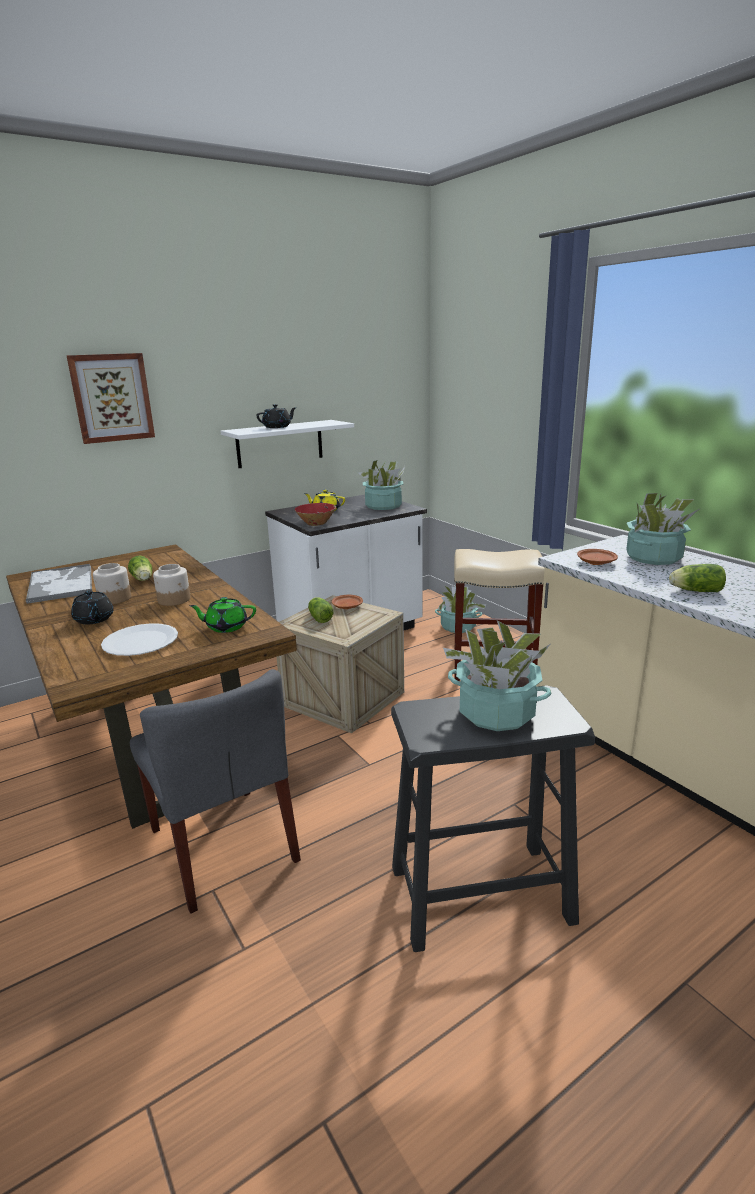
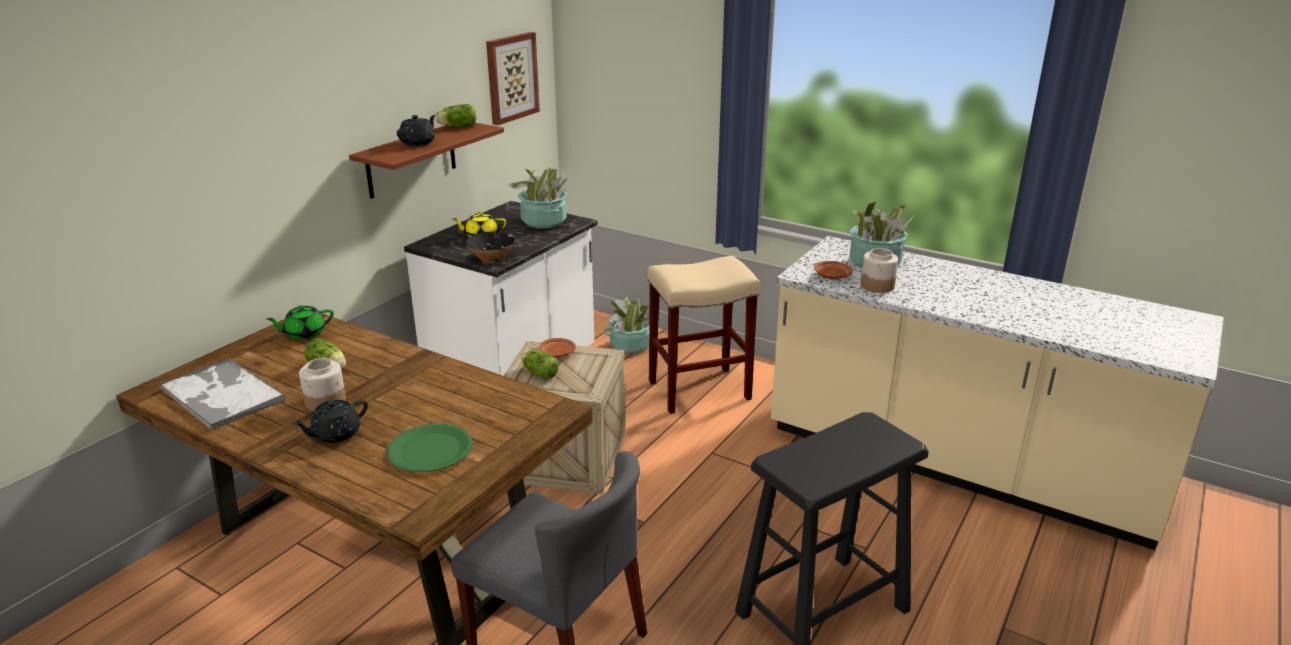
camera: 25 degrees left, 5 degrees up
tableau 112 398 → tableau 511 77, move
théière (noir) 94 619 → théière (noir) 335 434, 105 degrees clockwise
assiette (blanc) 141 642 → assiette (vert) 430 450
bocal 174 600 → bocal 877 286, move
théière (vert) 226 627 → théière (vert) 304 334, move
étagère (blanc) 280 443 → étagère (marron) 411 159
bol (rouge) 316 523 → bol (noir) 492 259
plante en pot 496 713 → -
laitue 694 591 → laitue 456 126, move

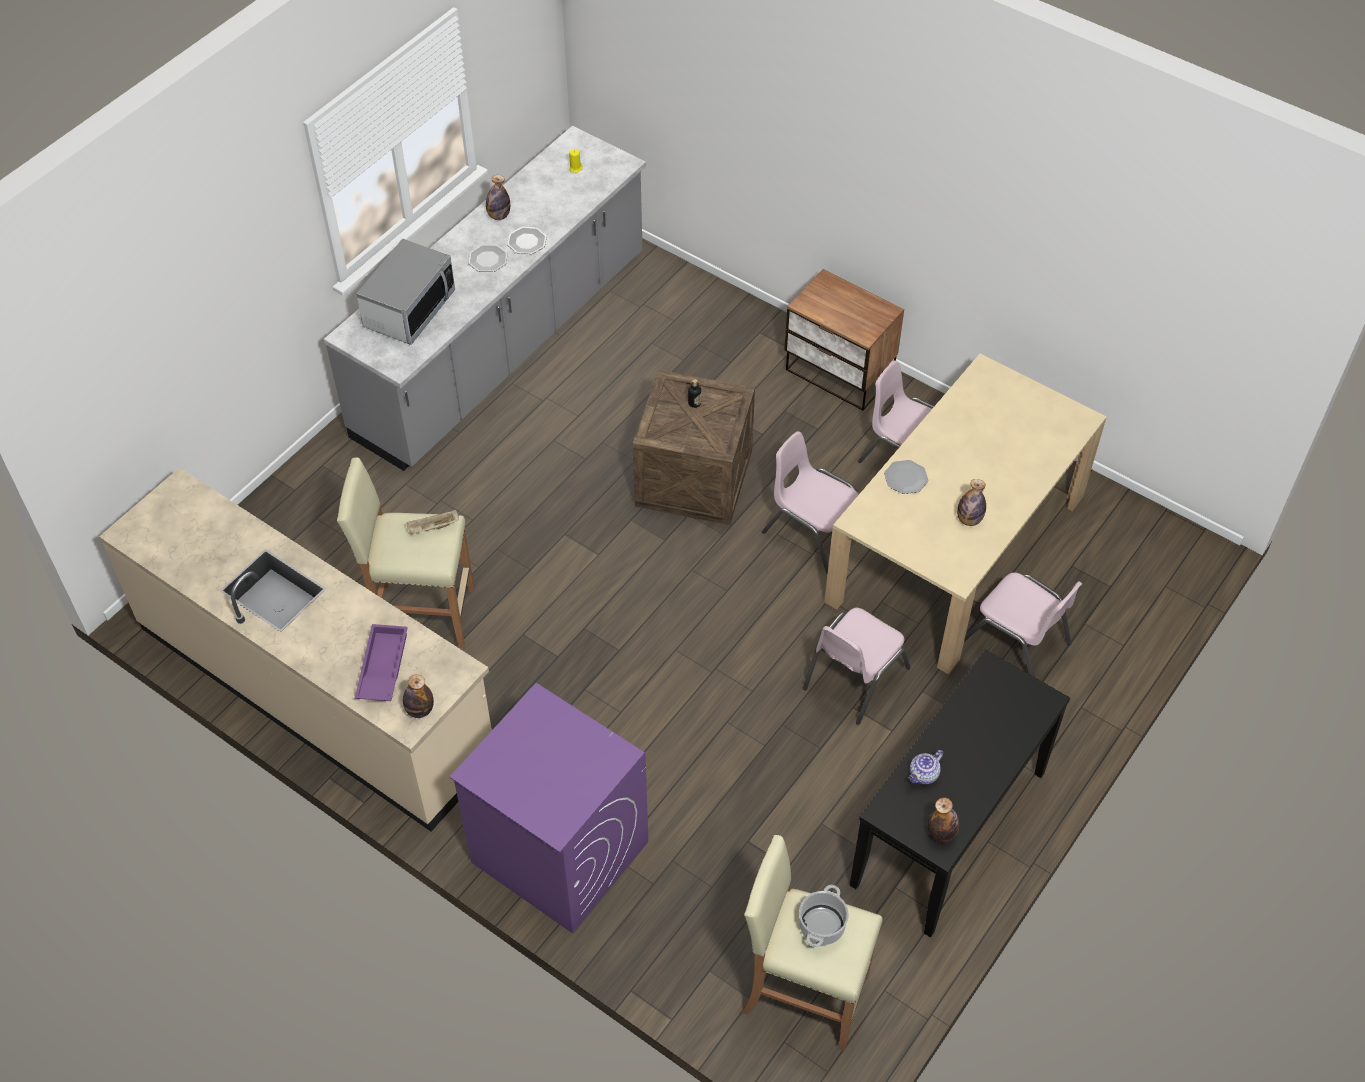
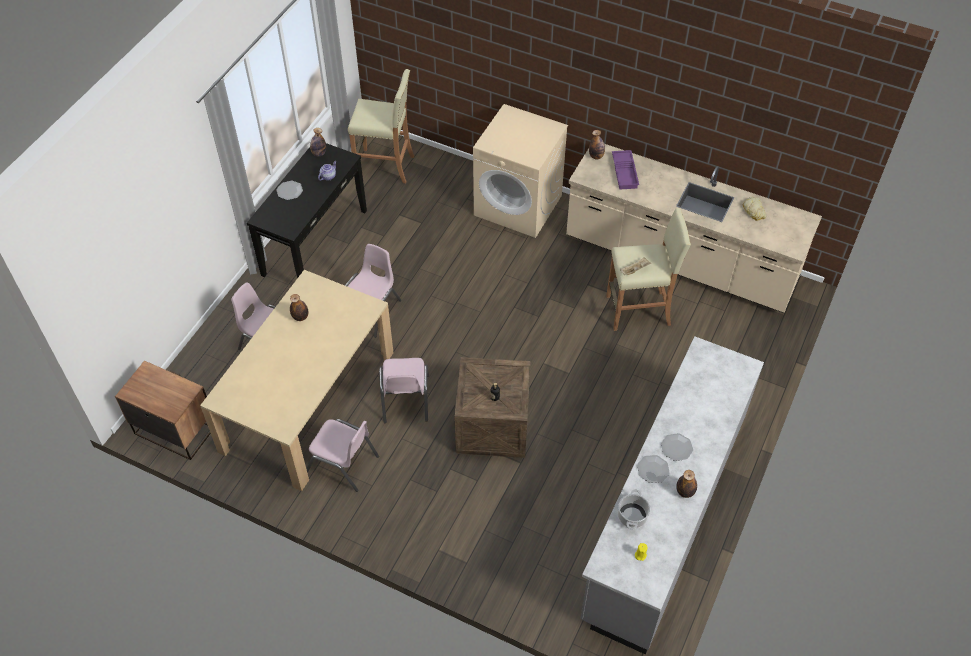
camera: 170 degrees right, 0 degrees up
micro-ondes 409 309 → -
lave-linge (violet) 558 852 → lave-linge (beige) 518 205
chaise (rose) 813 531 → chaise (rose) 405 399, 60 degrees clockwise
table de chevet 839 374 → table de chevet 174 429, move
marmite 821 925 → marmite 632 516, move
assiette 906 478 → assiette 289 191, move
- → pain 754 211

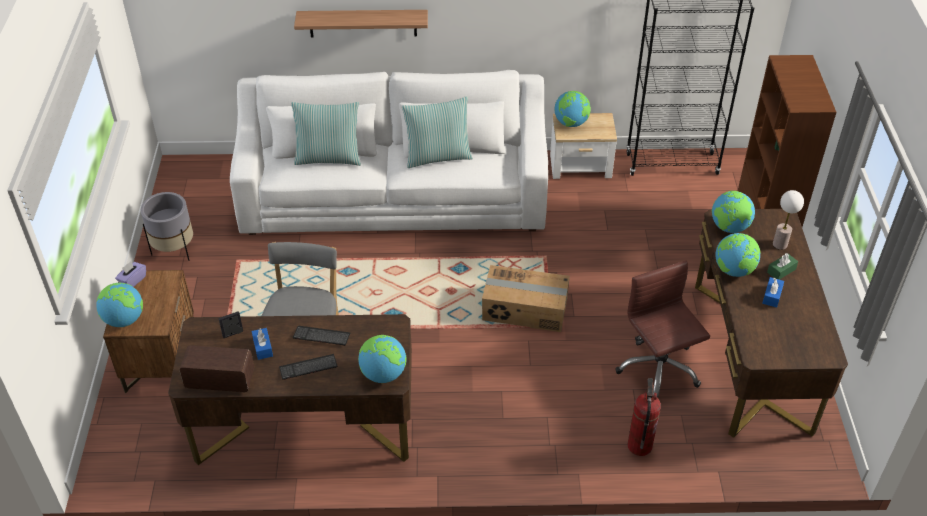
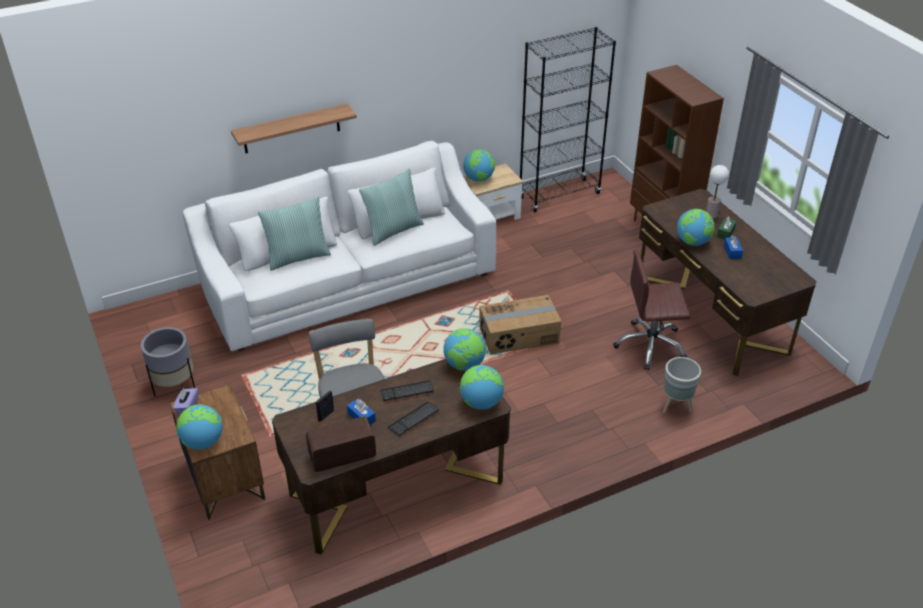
camera: 25 degrees left, 5 degrees down
chaise de bureau (marron) 658 369 → chaise de bureau (marron) 650 346, 45 degrees counterclockwise
extincteur 639 446 → cache-pot (gris) 675 406
globe 729 227 → globe 464 365, move

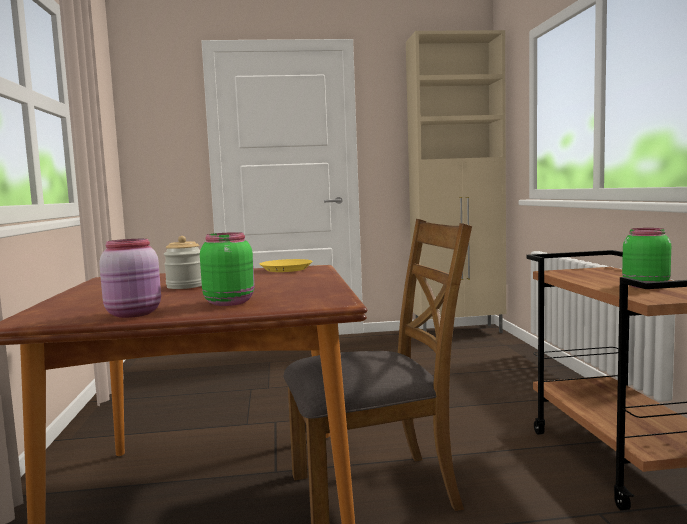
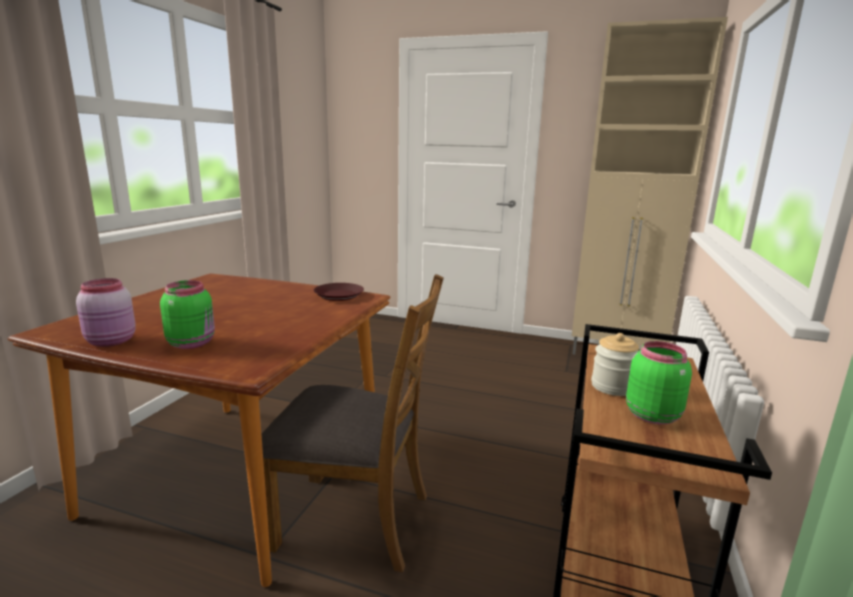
camera: 25 degrees right, 10 degrees up
bocal 185 286 → bocal 612 386, move
assiette (jaune) 287 269 → assiette (marron) 339 295

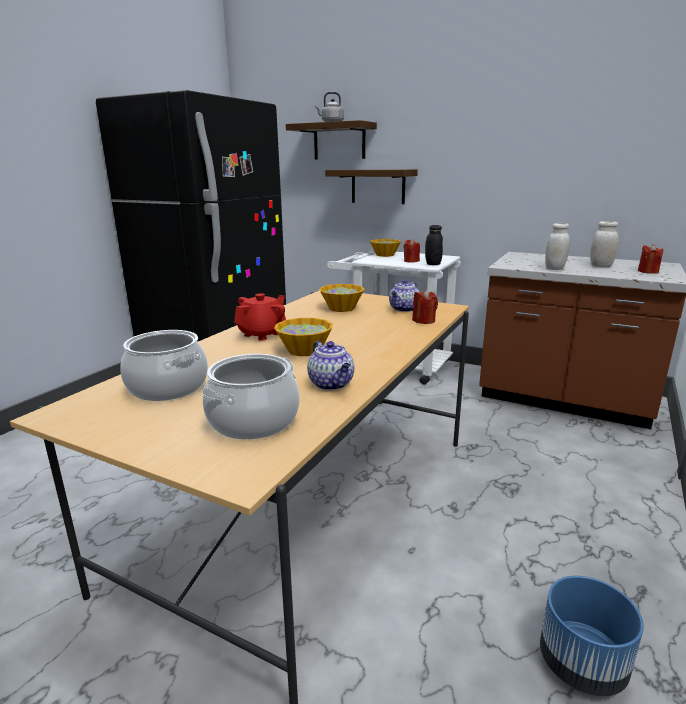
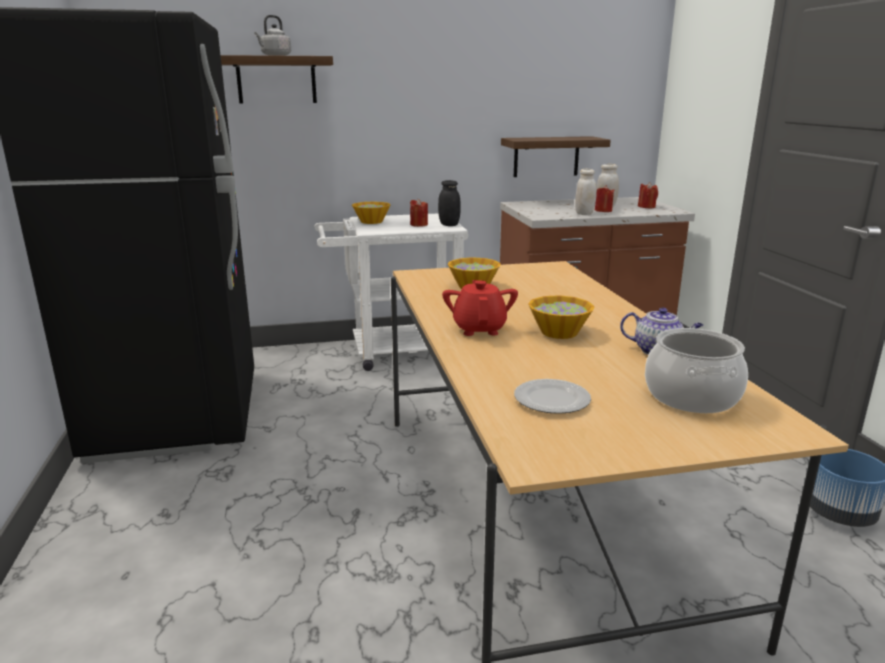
camera: 40 degrees left, 0 degrees up
marmite 167 387 → assiette 551 400
étagère 378 186 → étagère 546 156, move
théière 404 309 → -
bougie (rouge) 424 320 → bougie (rouge) 603 210, move

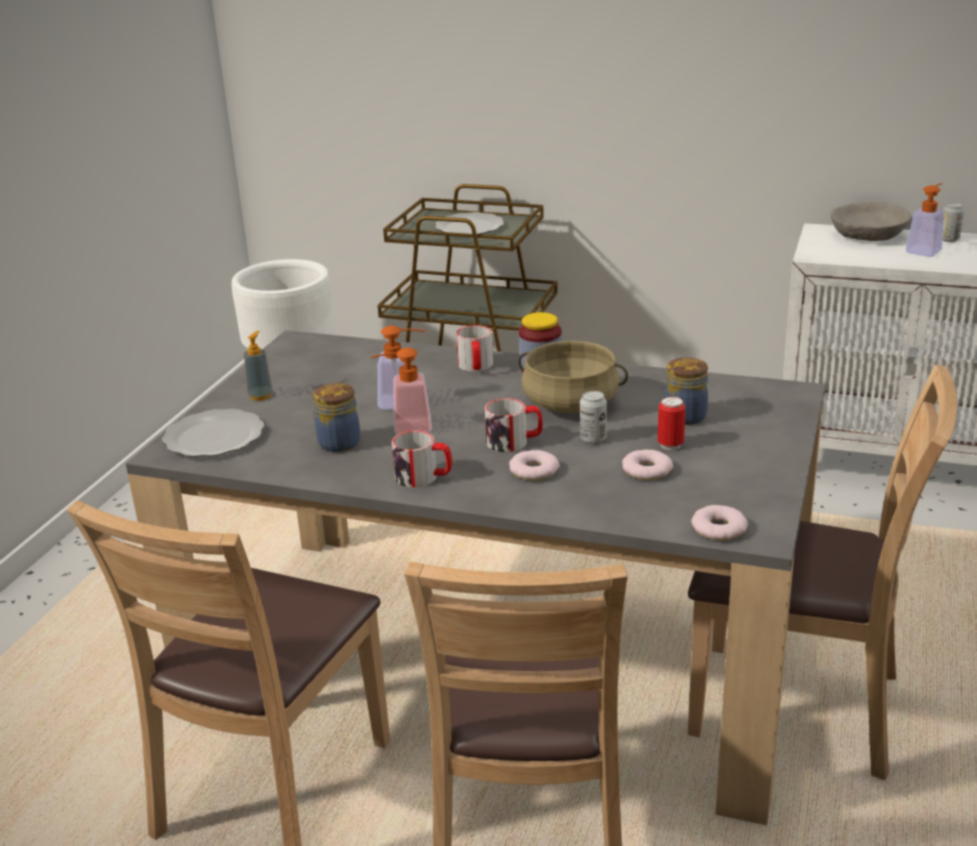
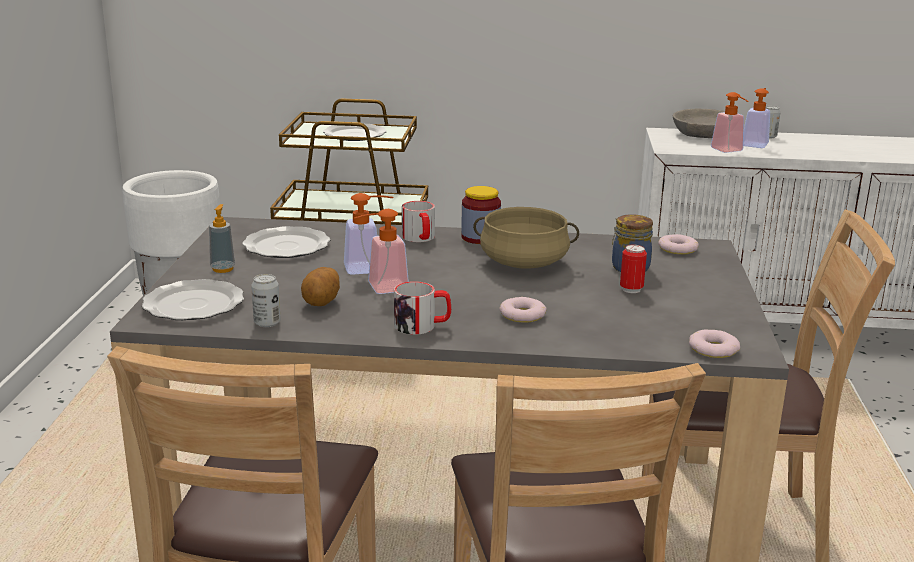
camera: 15 degrees left, 5 degrees down
bocal 337 442 → pomme de terre 322 302
mug 514 442 → -
boîte métallique 593 438 → boîte métallique 267 323, move
beignet 646 470 → beignet 677 249, move
- → assiette 287 246
- → distributeur de savon 729 151

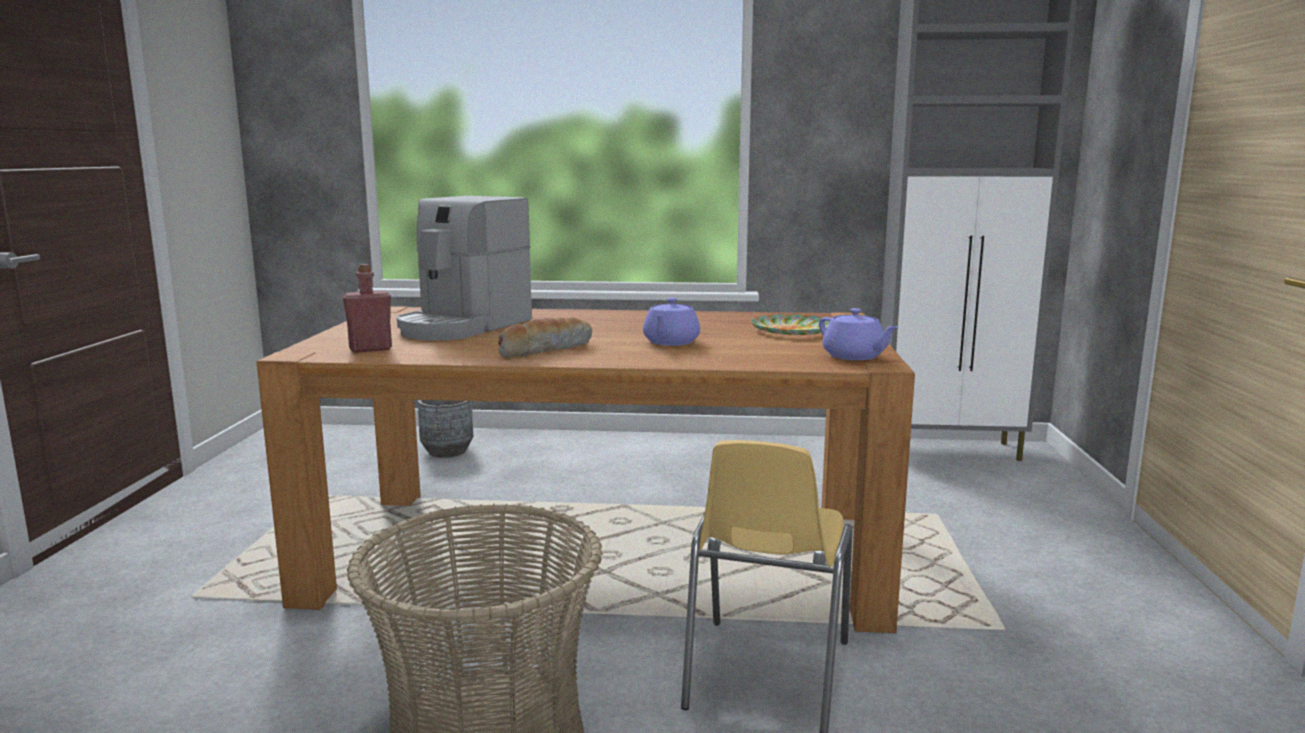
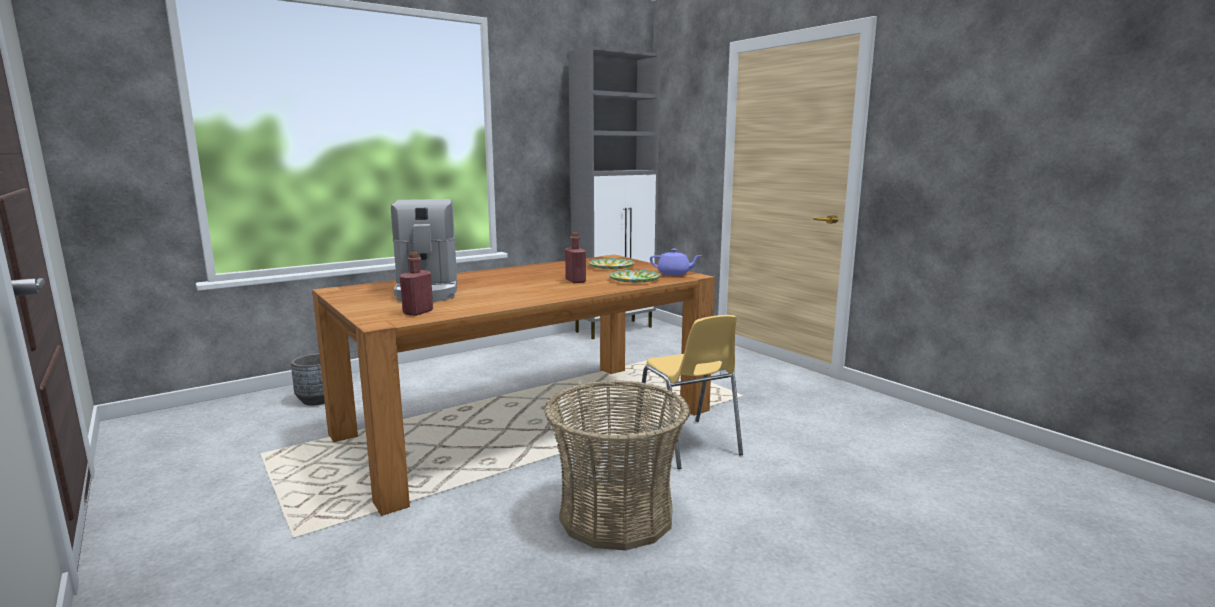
camera: 40 degrees left, 0 degrees up
pain 545 350 → -
théière (violet) 670 342 → bouteille (rouge) 575 281
- → assiette 635 279

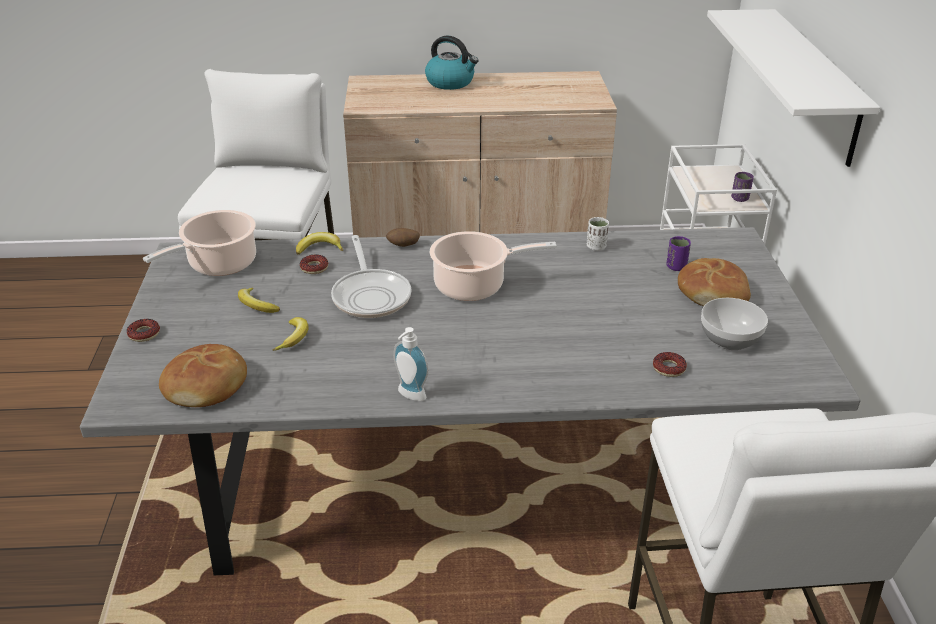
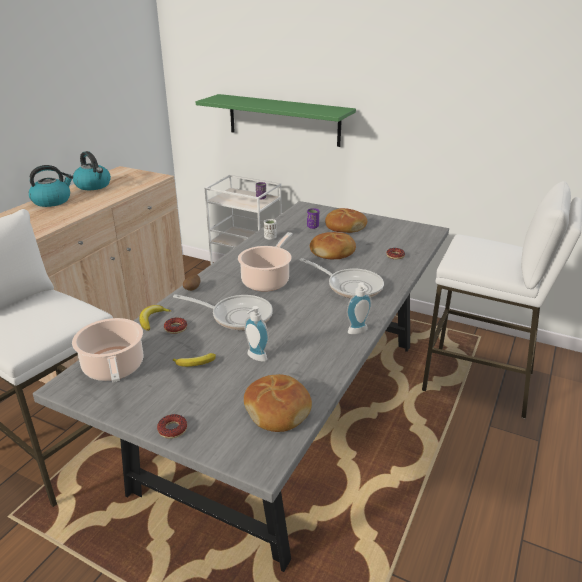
camera: 60 degrees left, 5 degrees down
banane 294 338 → distributeur de savon 255 358
bol 730 340 → -
étagère (blanc) 813 85 → étagère (vert) 283 120
- → bouilloire 93 186
- → poêle 351 286
- → pain 333 252

